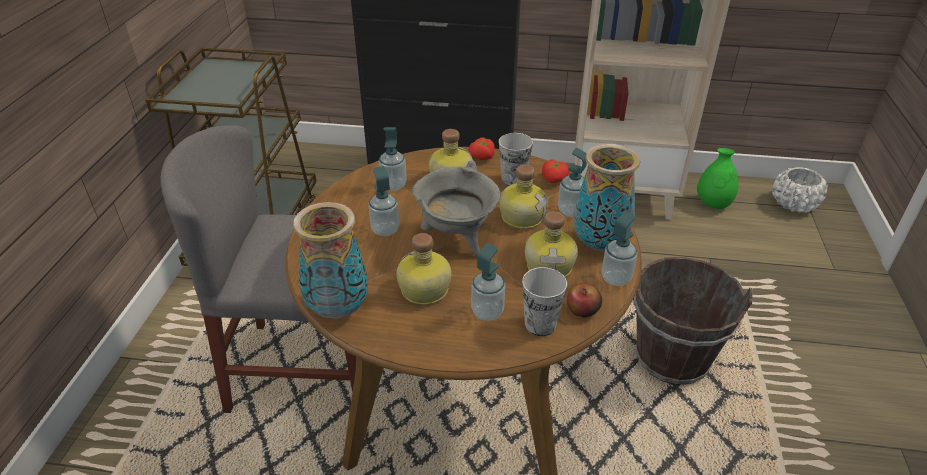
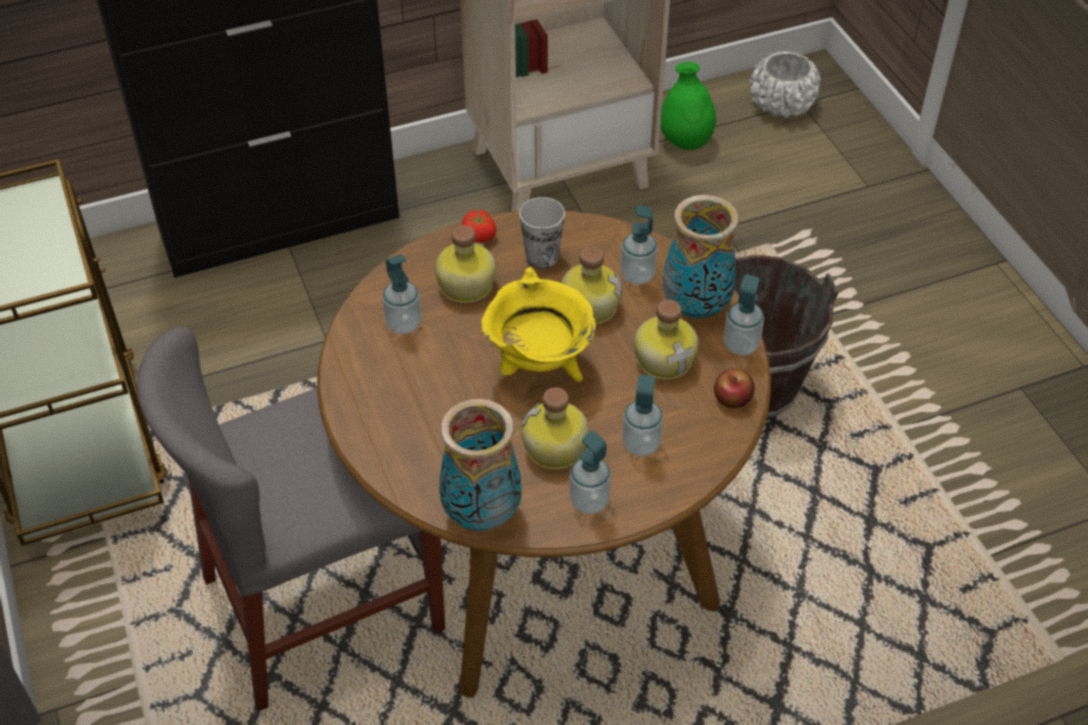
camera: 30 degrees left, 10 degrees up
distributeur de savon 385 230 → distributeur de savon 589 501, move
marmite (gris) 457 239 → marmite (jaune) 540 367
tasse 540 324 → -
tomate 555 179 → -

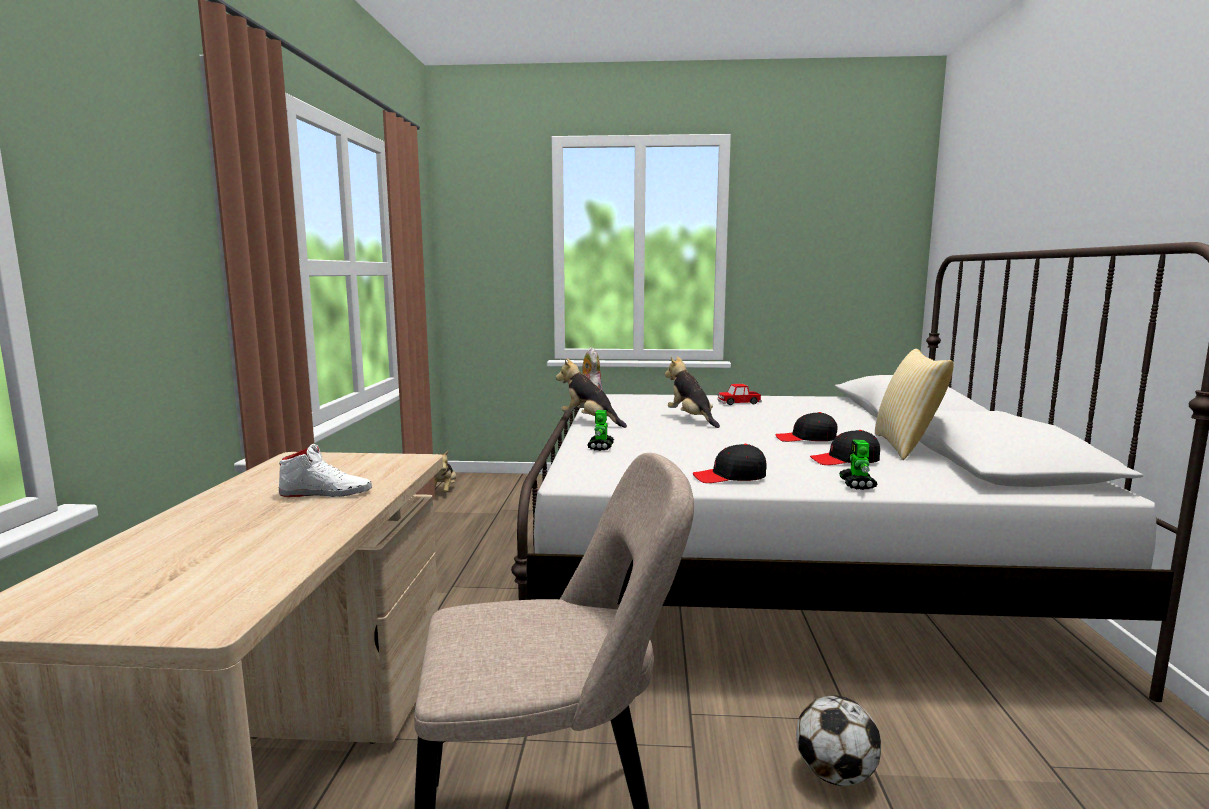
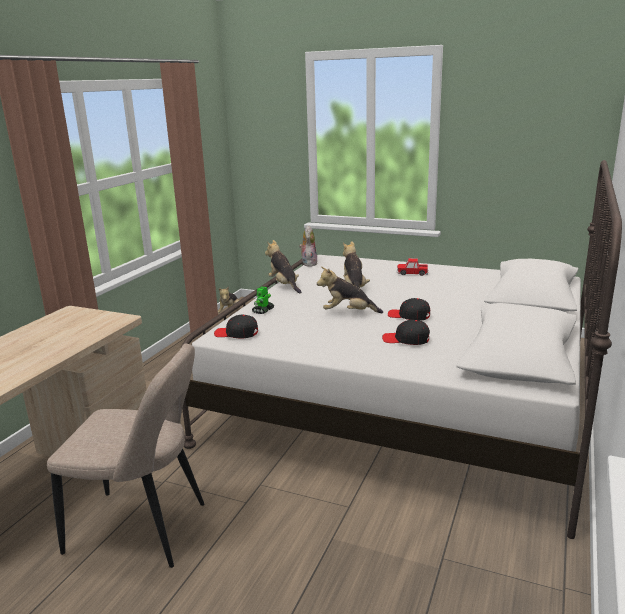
camera: 20 degrees right, 10 degrees up
chaussure (blanc) 326 492 → -
casquette (noir) 730 477 → casquette (noir) 236 334, move
ballon de foot 835 775 → -
robot jouet 857 485 → -
coussin 907 447 → -
- → peluche 348 313

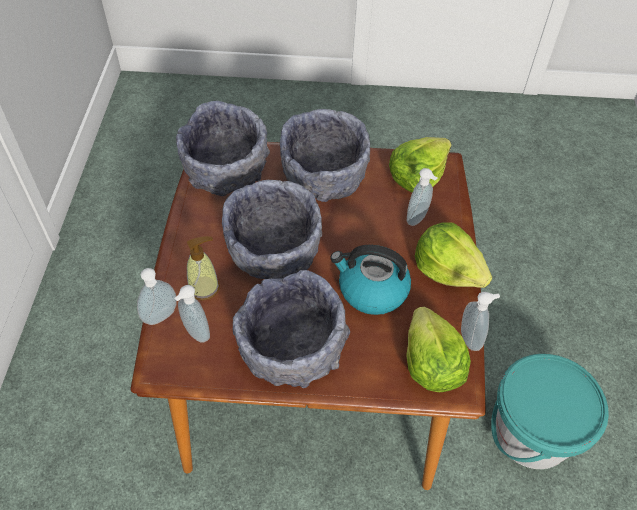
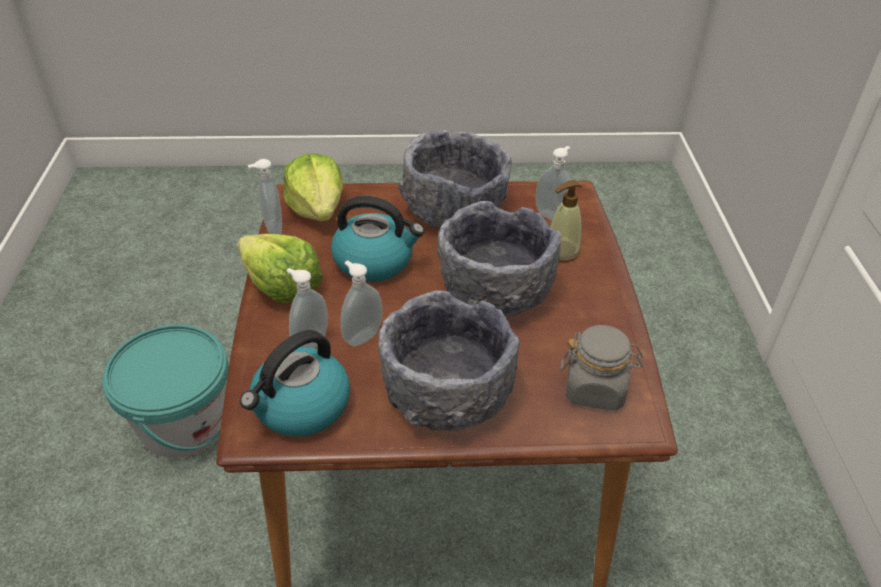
camera: 175 degrees right, 10 degrees down
distributeur de savon 162 318 → distributeur de savon 361 336, move
bol (gris) 227 172 → bocal (gris) 595 388
laitue 417 176 → bouilloire 301 407

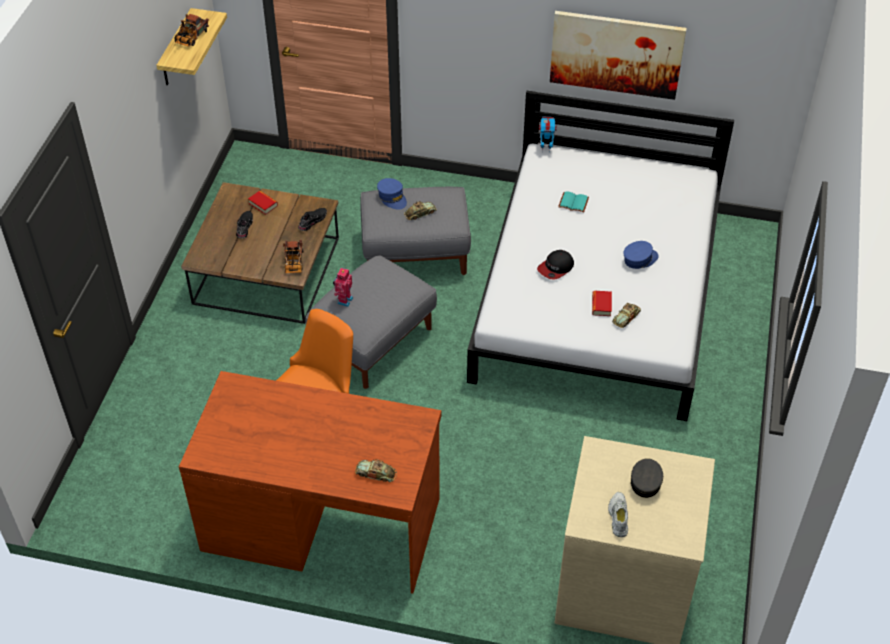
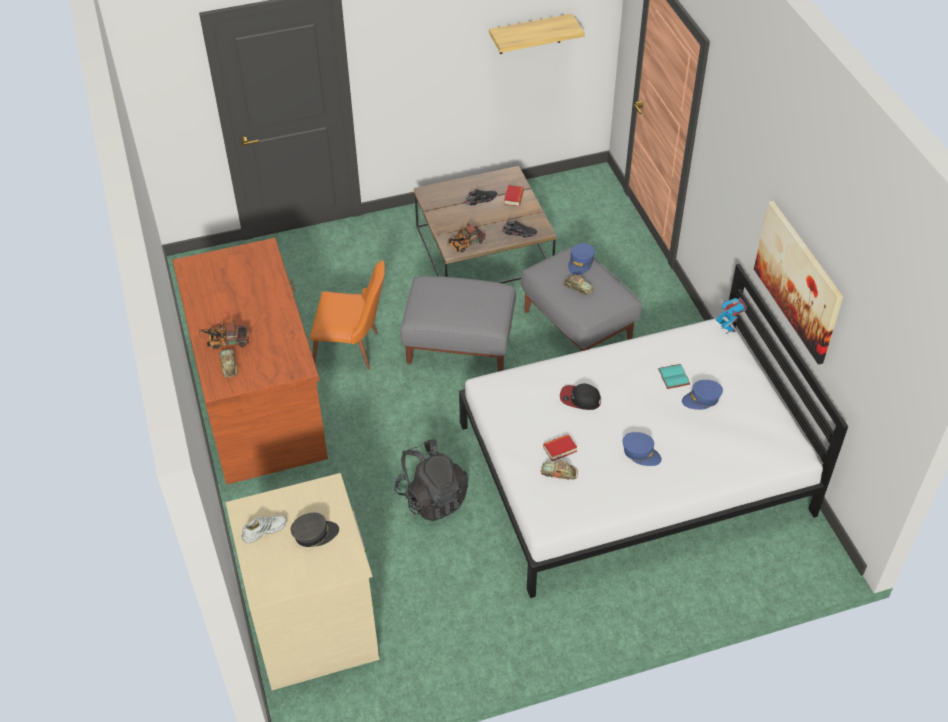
camera: 60 degrees right, 0 degrees up
camion jouet 191 38 → camion jouet 225 342, move
robot jouet 344 300 → -
- → sac à dos (noir) 432 498
- → casquette (bleu) 701 399

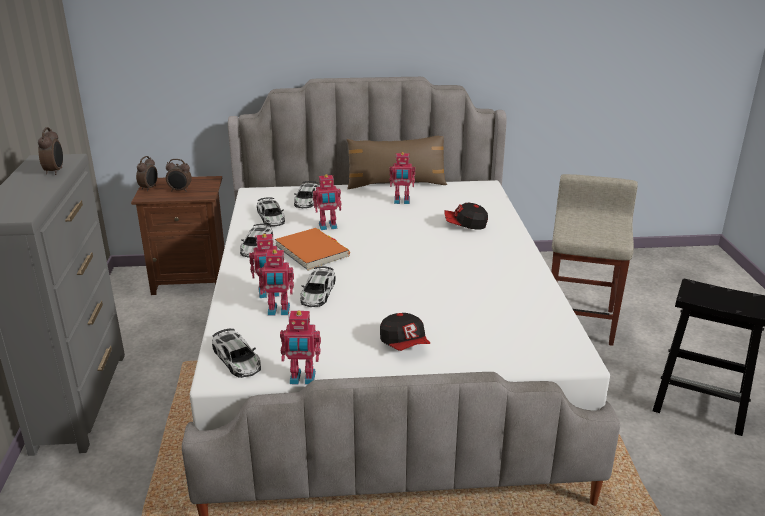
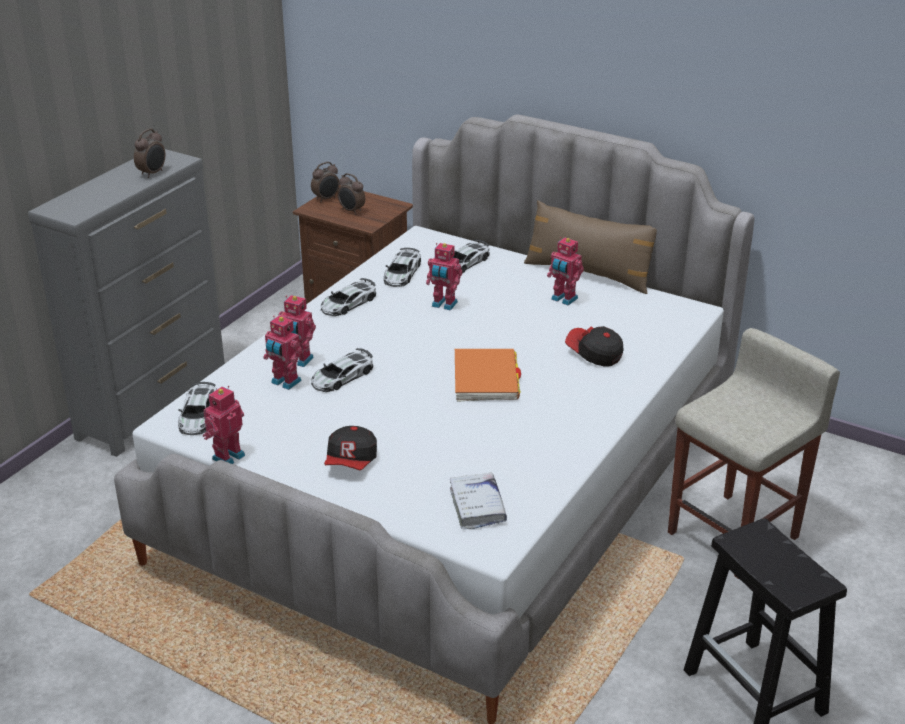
camera: 35 degrees right, 5 degrees up
livre (orange) 312 252 → livre (orange) 486 378, move
robot jouet 302 379 → robot jouet 227 456, 90 degrees clockwise
- → livre (blanc) 477 507

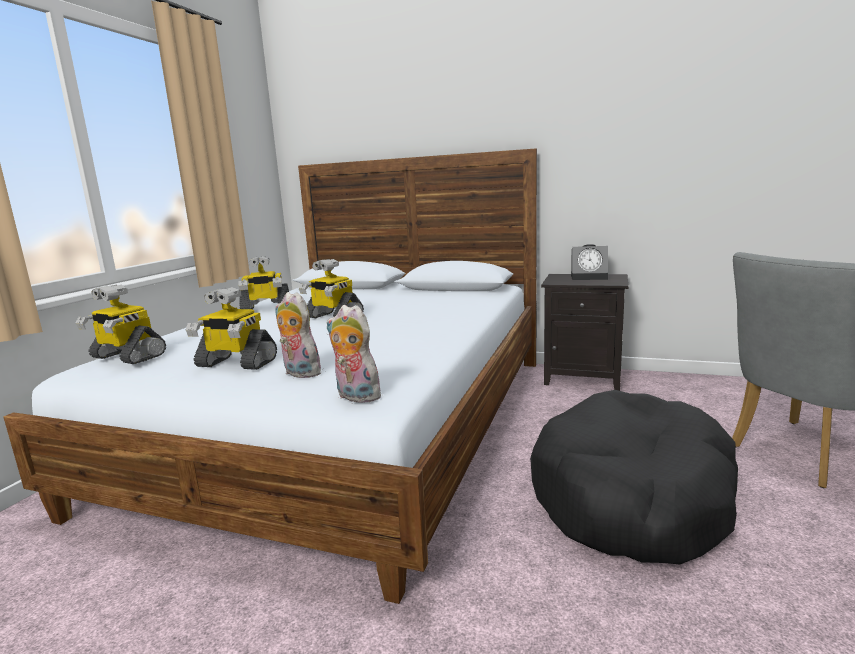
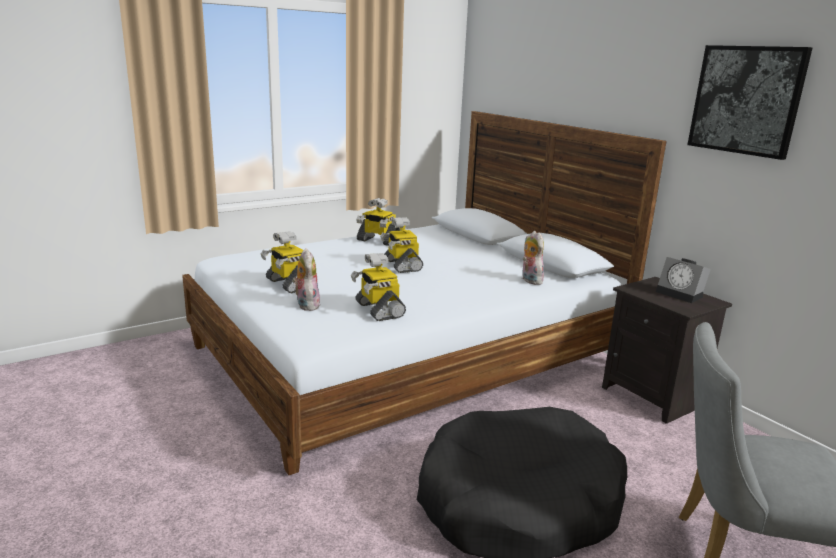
camera: 35 degrees right, 5 degrees up
robot jouet 127 356 → robot jouet 378 310, move
peluche 355 397 → peluche 529 280, move
- → tableau 746 100

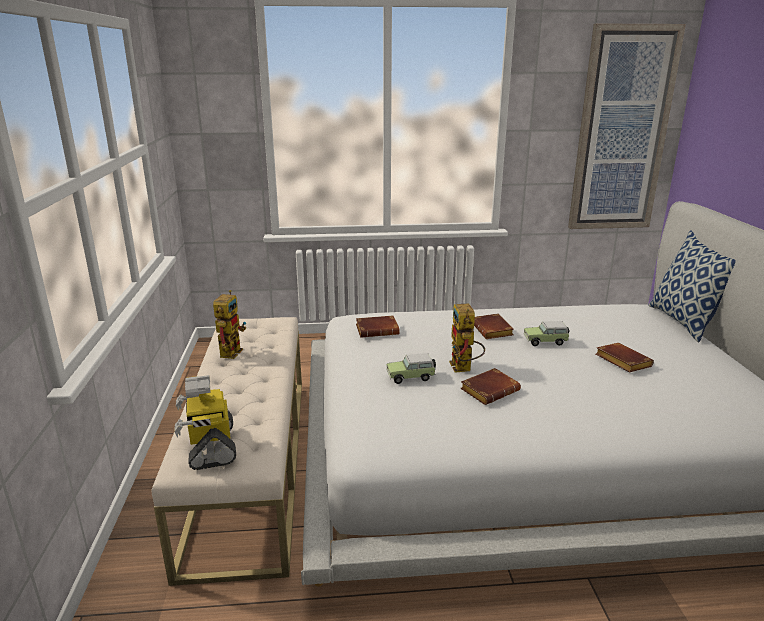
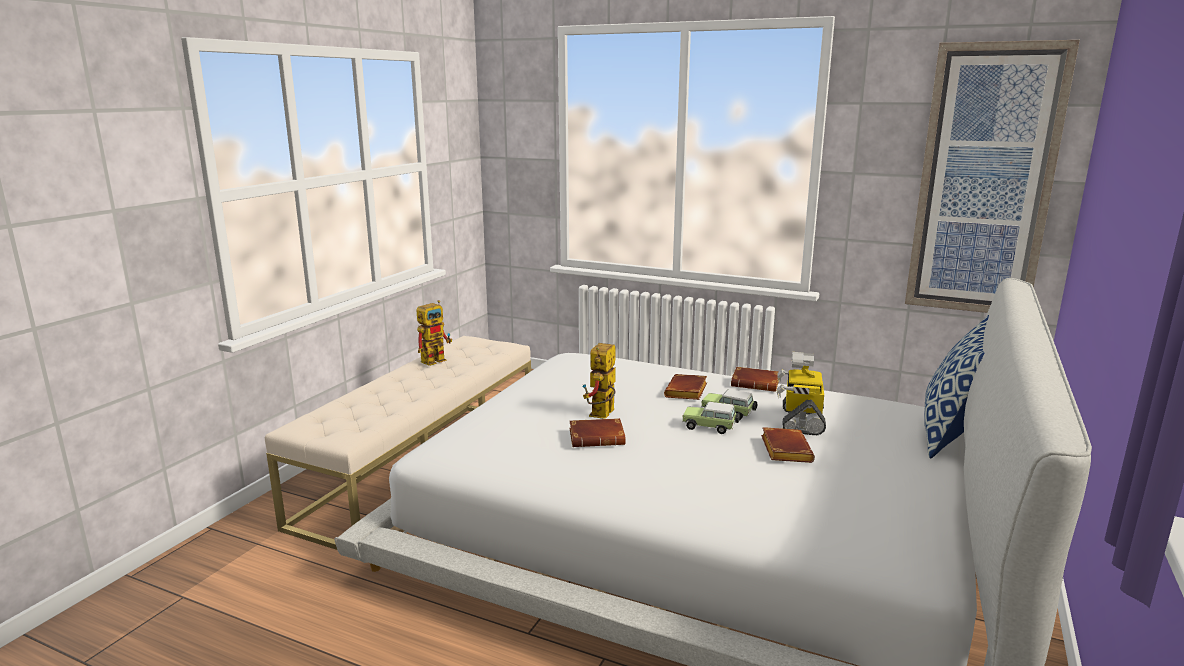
camera: 30 degrees right, 5 degrees down
robot jouet 210 446 → robot jouet 800 421, move
livre (marron) 378 330 → livre (marron) 756 383, move
petite voiture 412 377 → petite voiture 710 427, move

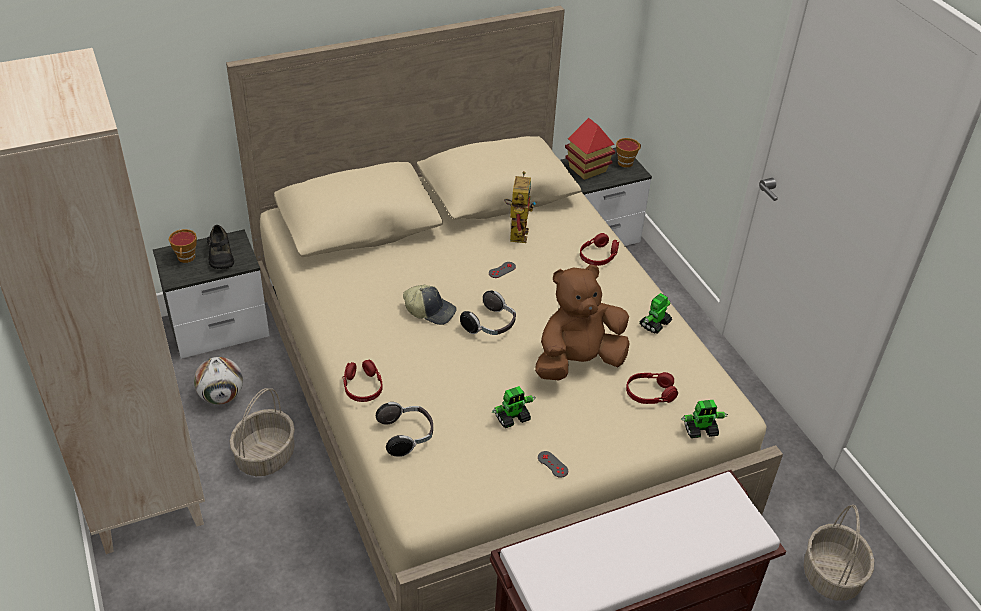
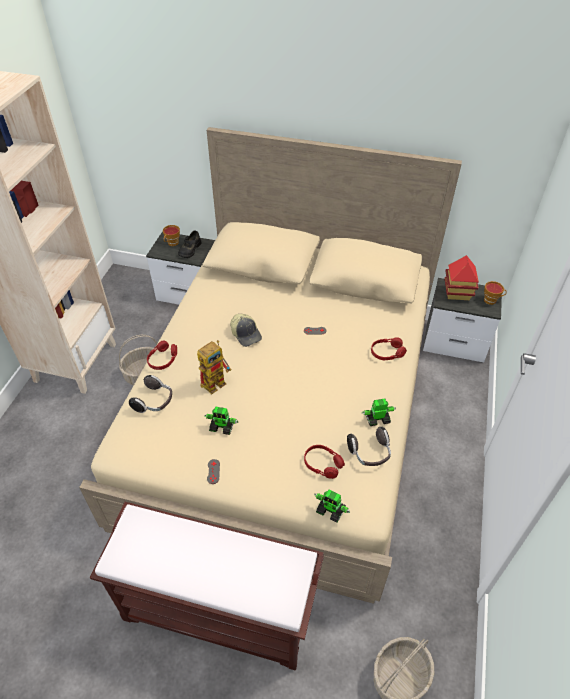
camera: 40 degrees right, 5 degrees up
ballon de foot 221 396 → -
casque audio 490 325 → casque audio 369 453, move
robot jouet 517 231 → robot jouet 217 381, move
peluche (marron) 578 362 → -

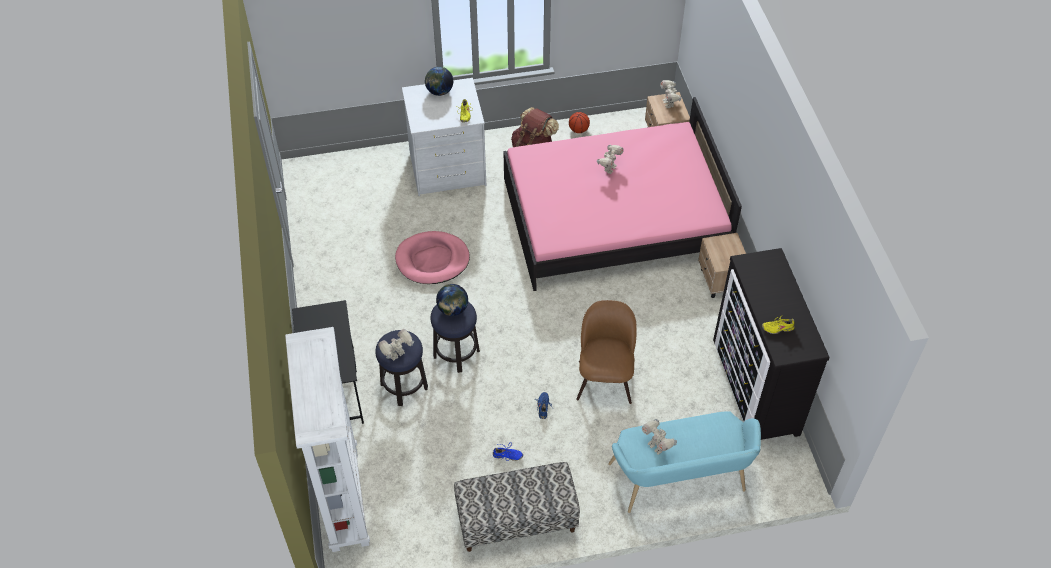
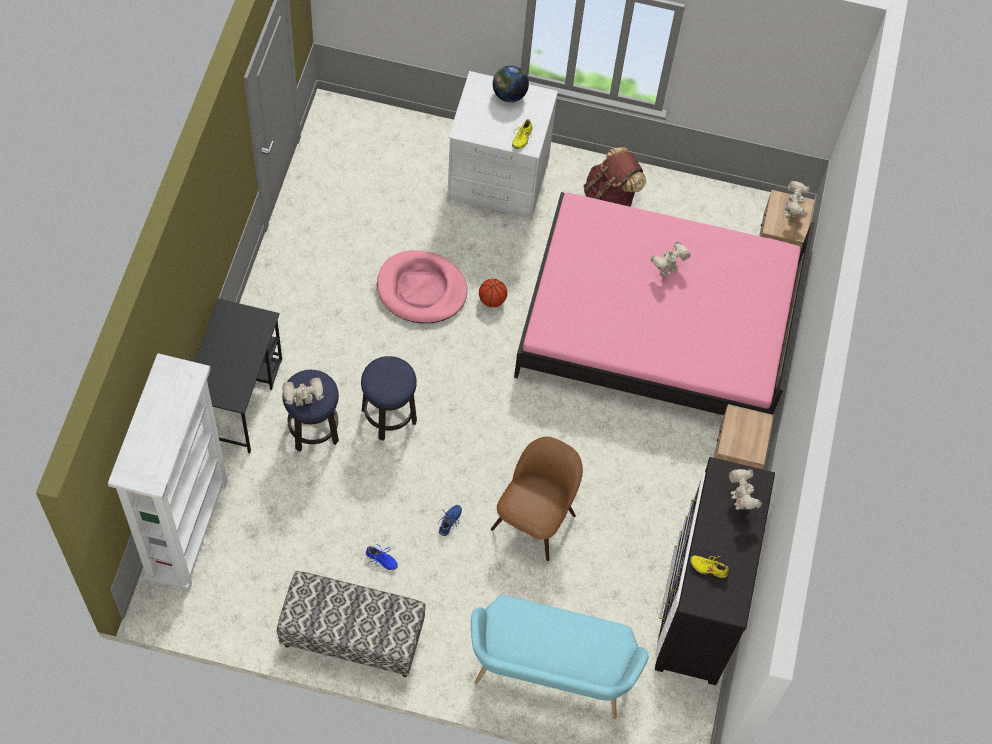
camera: 20 degrees right, 10 degrees up
globe 452 309 → -
ballon de basket 578 130 → ballon de basket 492 300, move
robot jouet 657 446 → robot jouet 740 500, move

